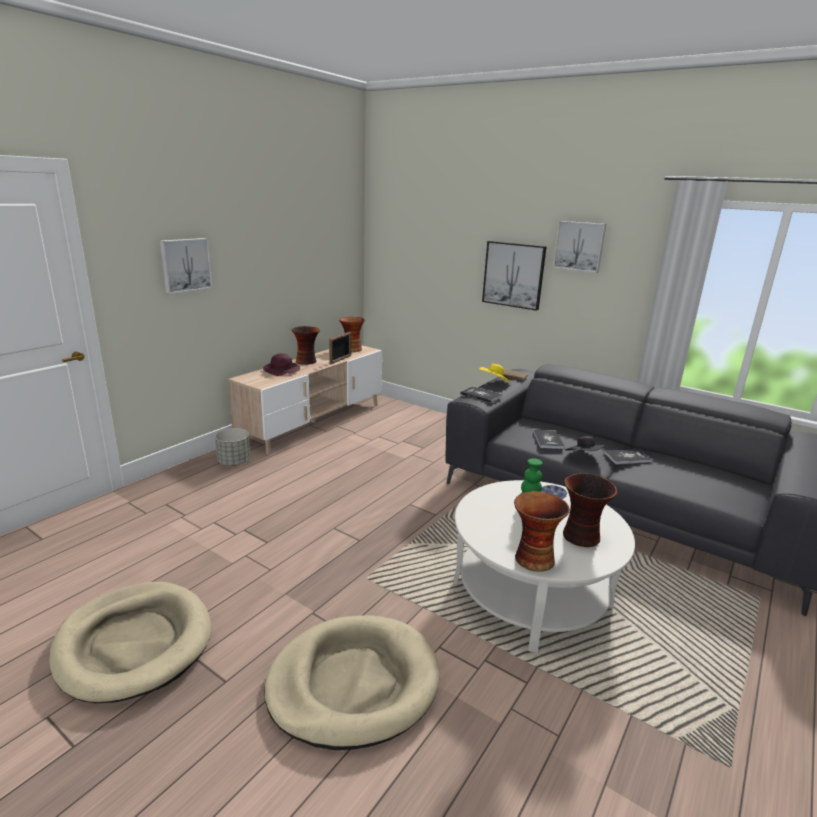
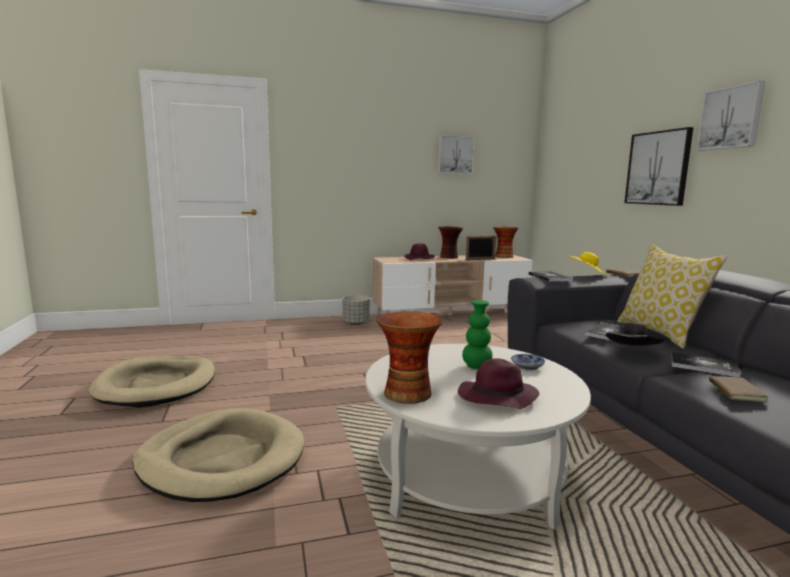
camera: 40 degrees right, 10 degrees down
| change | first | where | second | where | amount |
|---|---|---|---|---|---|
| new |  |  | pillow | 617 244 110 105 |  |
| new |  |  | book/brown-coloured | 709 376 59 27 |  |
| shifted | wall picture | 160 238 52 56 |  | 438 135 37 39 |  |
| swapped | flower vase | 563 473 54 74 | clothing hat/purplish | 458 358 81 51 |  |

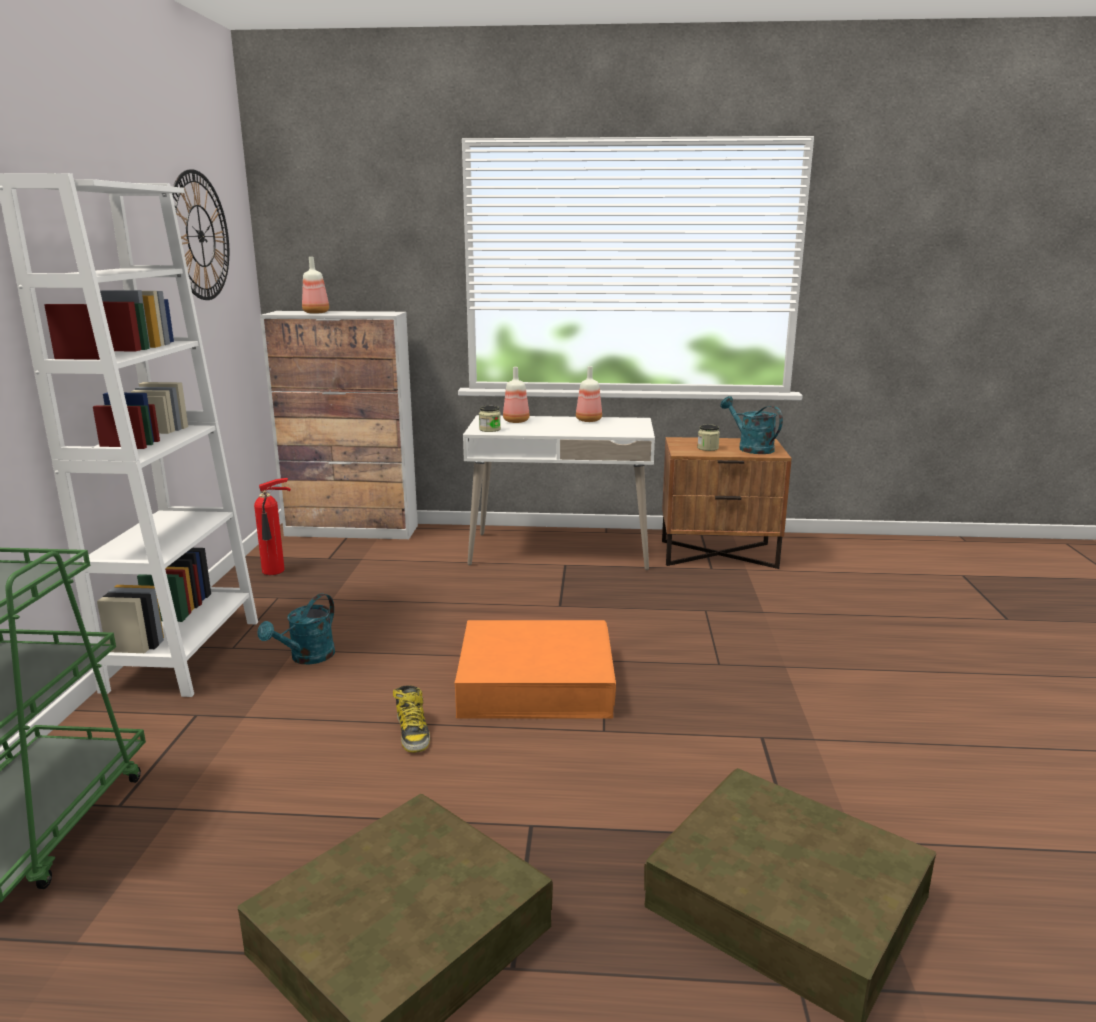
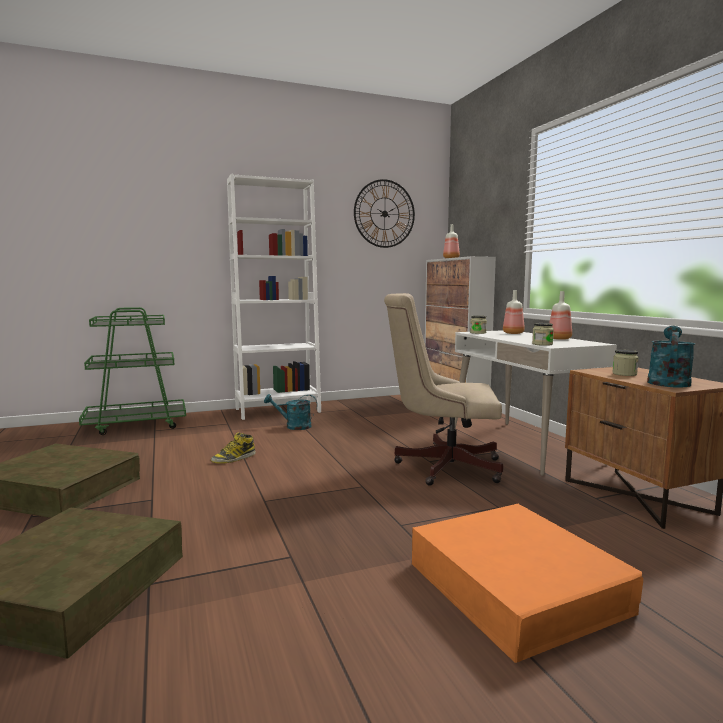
camera: 65 degrees right, 10 degrees down
| change | first | where | second | where | amount |
|---|---|---|---|---|---|
| gone | fire-fighting cylinder | 254 478 37 97 |  |  |  |
| new |  |  | computer chair/sand-coloured | 384 293 119 193 |  |
| new |  |  | storage jar | 532 323 22 23 |  |
| shifted | storage box/orange-coloured | 454 620 162 99 |  | 412 504 231 159 |  |

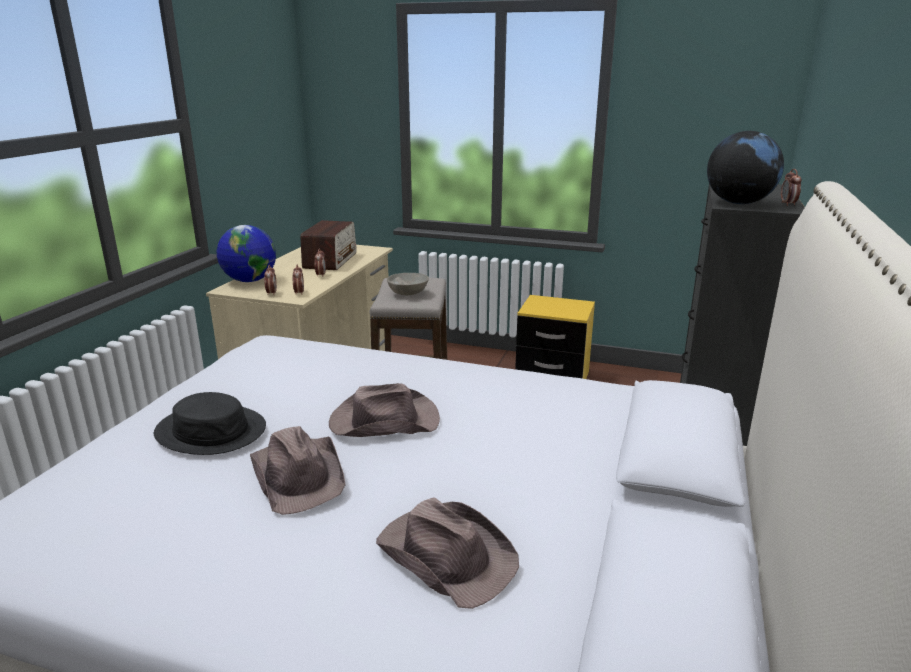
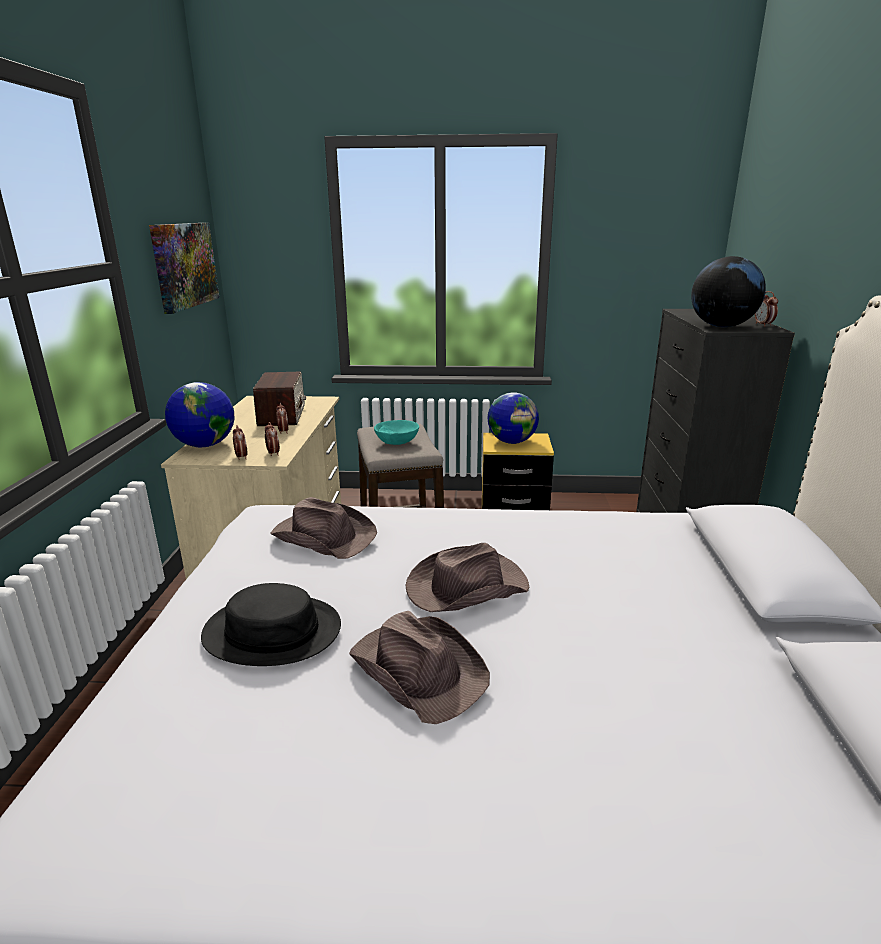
camera: 15 degrees left, 0 degrees up
| change | first | where | second | where | amount |
|---|---|---|---|---|---|
| new |  |  | wall picture | 149 223 70 91 |  |
| new |  |  | world globe | 488 392 51 52 |  |
| shifted | clothing hat/brown-coloured | 376 497 143 112 |  | 271 497 106 62 |  |
| repainted | deep dish/grey | 387 273 42 22 | deep dish/turquoise | 374 420 45 25 |  |

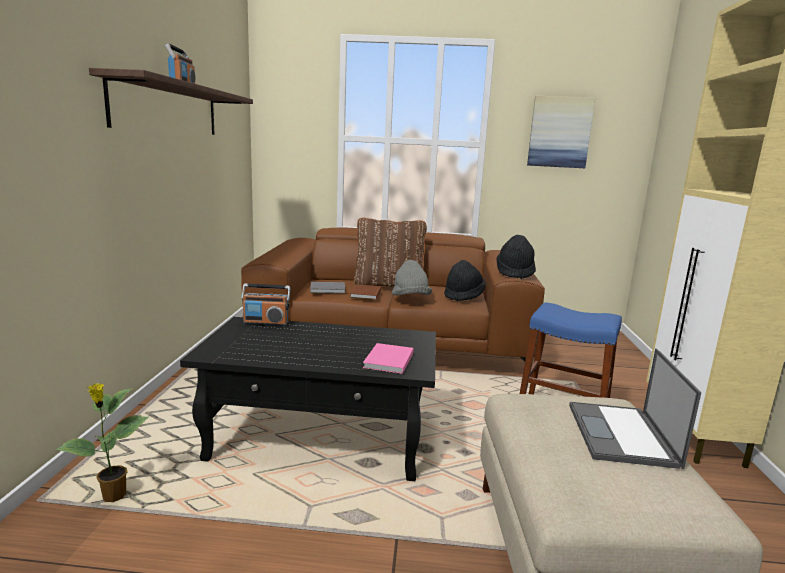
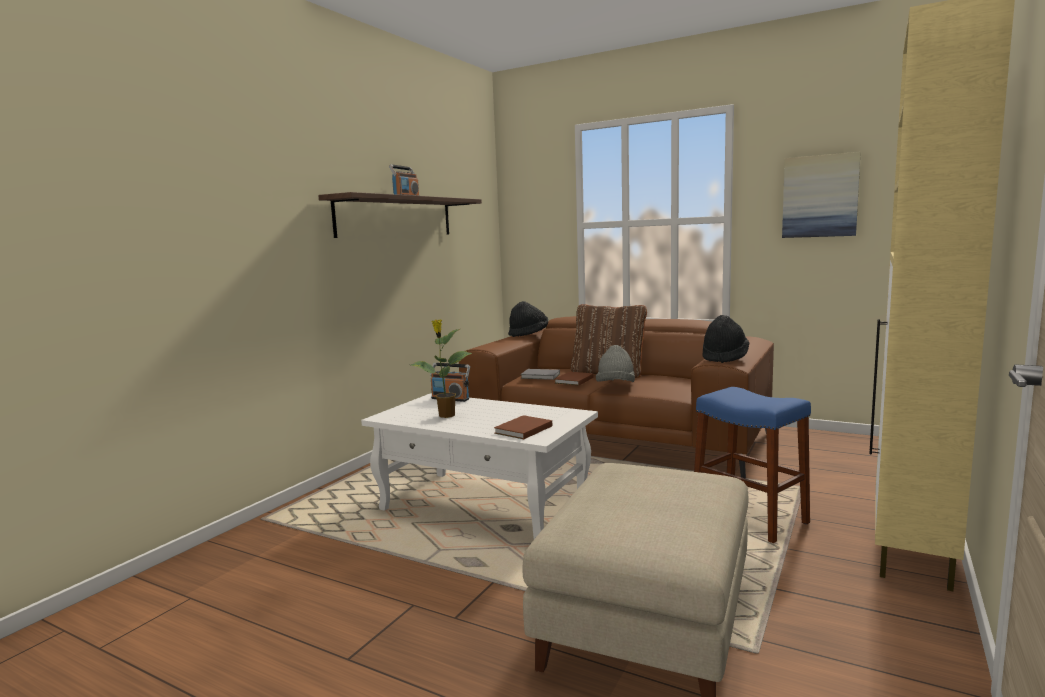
camera: 25 degrees right, 5 degrees down
| change | first | where | second | where | amount |
|---|---|---|---|---|---|
| gone | notebook computer | 569 348 132 121 |  |  |  |
| shifted | potted plant | 55 383 94 119 |  | 411 320 61 98 |  |
| shifted | clothing hat/black-coloured | 444 260 42 41 |  | 508 301 40 36 |  |
| repainted | lounge table/black-coloured | 180 317 256 164 | lounge table/white-coloured | 361 393 237 146 |  |
| repainted | book/pinkish | 363 343 50 31 | book/brown-coloured | 494 415 58 24 |  |

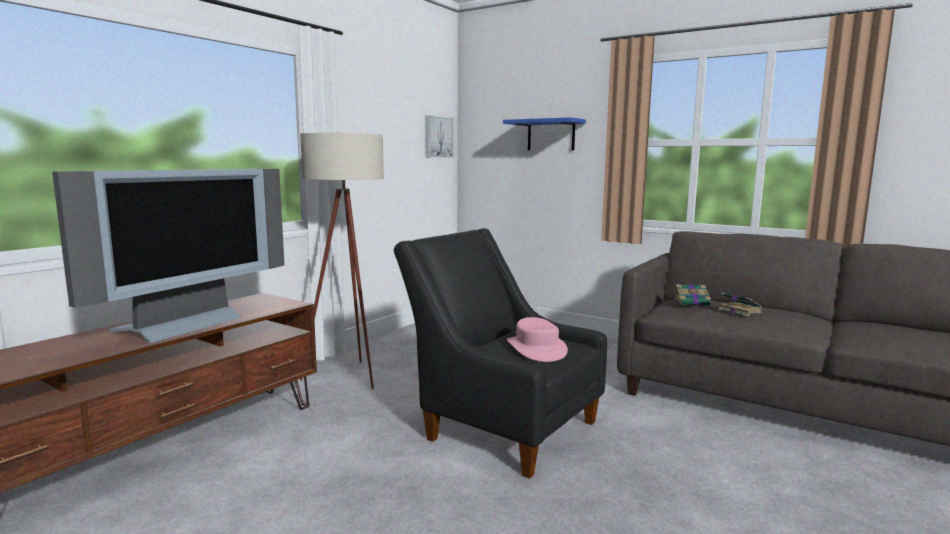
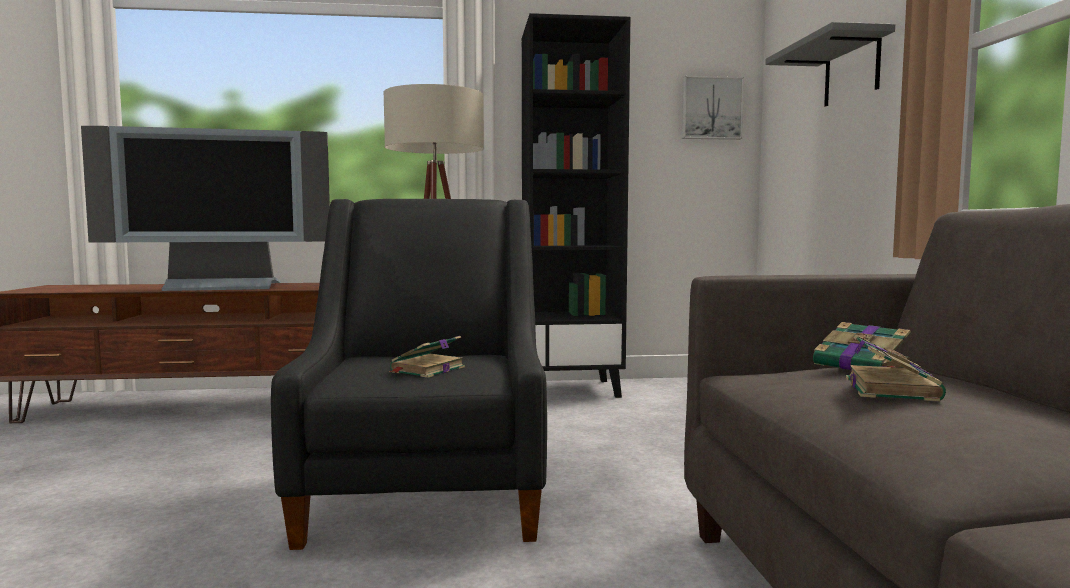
camera: 50 degrees right, 5 degrees down
| change | first | where | second | where | amount |
|---|---|---|---|---|---|
| new |  |  | bookcase/black-coloured | 522 13 108 385 |  |
| swapped | clothing hat/pinkish | 507 317 61 45 | book | 389 336 76 42 |  |
| repainted | shelf/blue | 503 117 83 34 | shelf/grey | 765 22 130 84 |  |

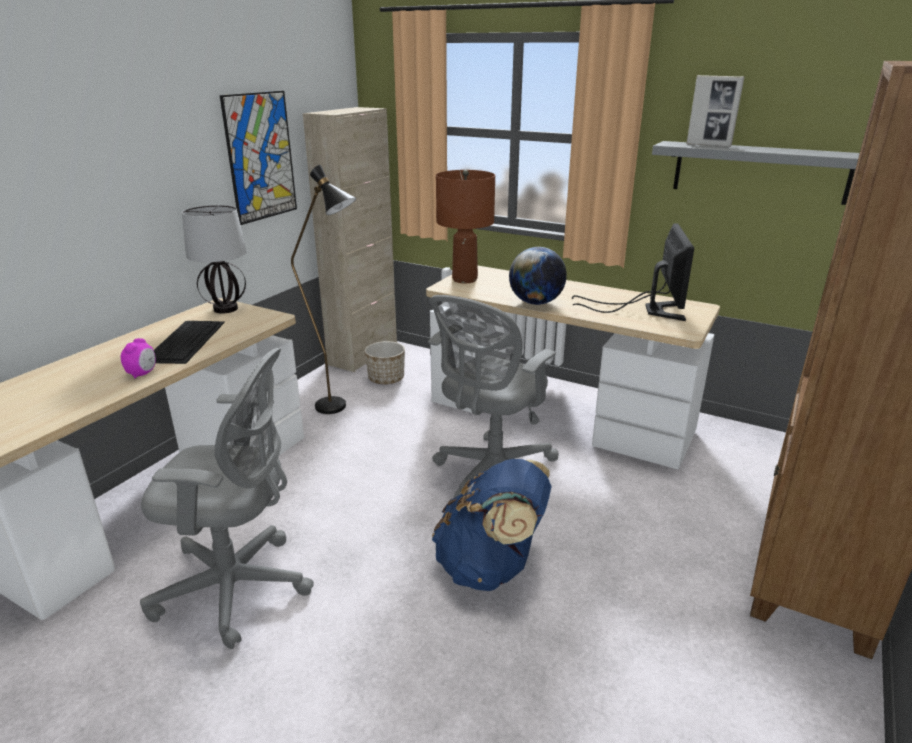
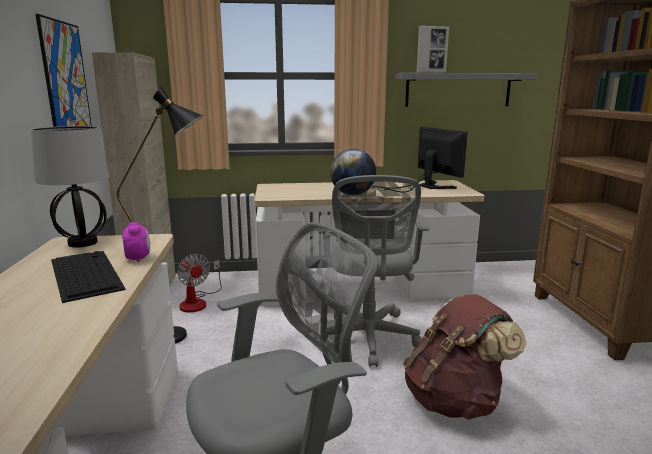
camera: 35 degrees left, 10 degrees down
| change | first | where | second | where | amount |
|---|---|---|---|---|---|
| gone | table lamp/brown-coloured | 436 170 59 113 |  |  |  |
| shifted | alarm clock | 121 338 35 41 |  | 122 222 28 40 |  |
| swapped | flower pot | 365 341 40 43 | cooling fan | 177 254 45 59 |  |
| repainted | backpack/blue | 432 459 120 132 | backpack/brown-coloured | 403 294 124 126 |  |

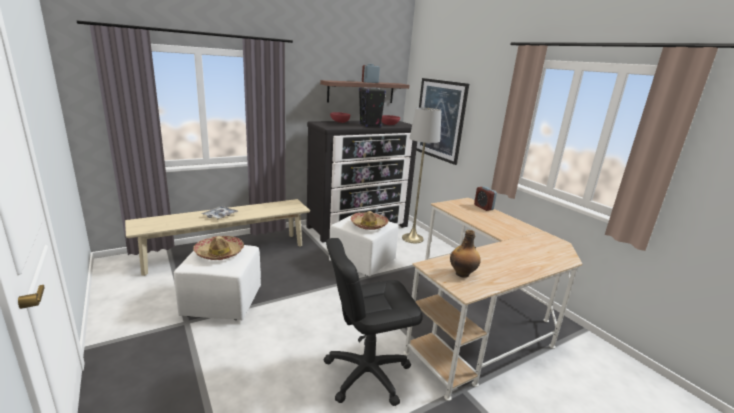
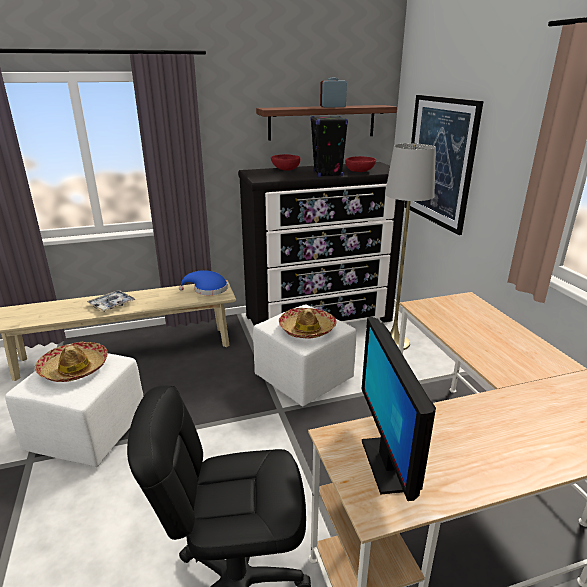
camera: 15 degrees right, 5 degrees up
| change | first | where | second | where | amount |
|---|---|---|---|---|---|
| gone | alarm clock | 474 187 23 24 |  |  |  |
| new |  |  | clothing hat/blue | 179 270 49 25 |  |
| swapped | bottle | 450 230 31 48 | monitor | 362 317 74 184 |  |

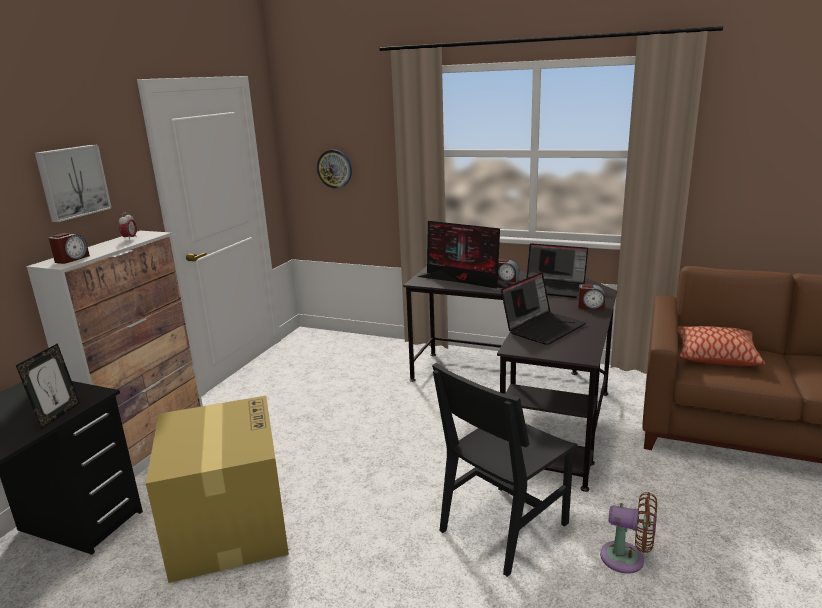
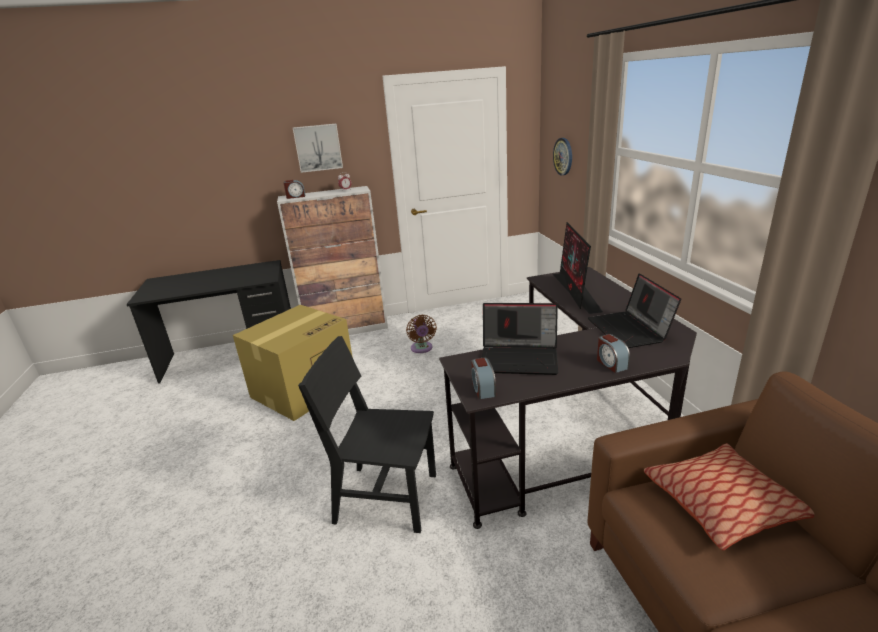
camera: 55 degrees right, 5 degrees up
| change | first | where | second | where | amount |
|---|---|---|---|---|---|
| gone | photo frame | 16 343 64 86 |  |  |  |
| shifted | alarm clock | 498 259 21 23 |  | 471 358 25 41 |  |
| shifted | cooling fan/brown-coloured | 600 492 57 82 |  | 406 315 31 38 |  |

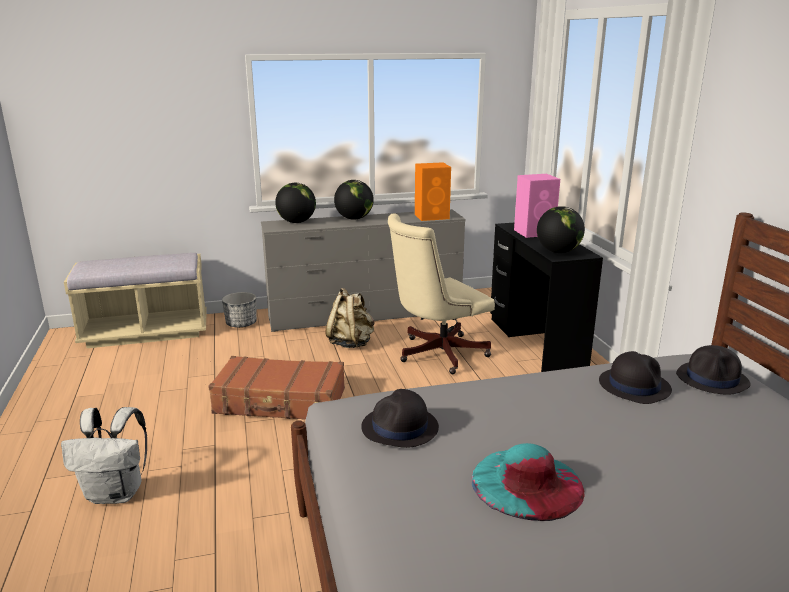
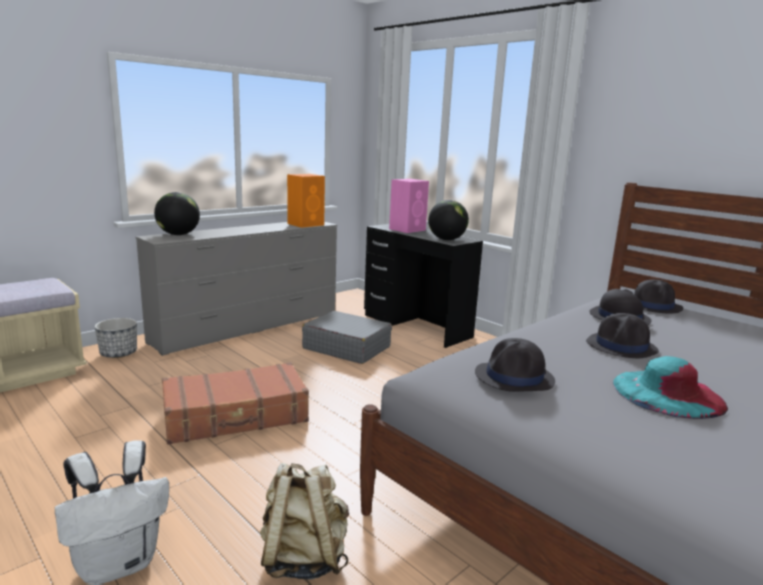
camera: 30 degrees left, 5 degrees down
| change | first | where | second | where | amount |
|---|---|---|---|---|---|
| gone | world globe | 334 180 40 40 |  |  |  |
| new |  |  | clothing hat/black-coloured | 586 313 73 45 |  |
| shifted | backpack/sand-coloured | 325 288 49 60 |  | 260 463 89 117 |  |
| swapped | computer chair/sand-coloured | 388 213 107 161 | travel case/grey | 302 311 90 53 |  |

